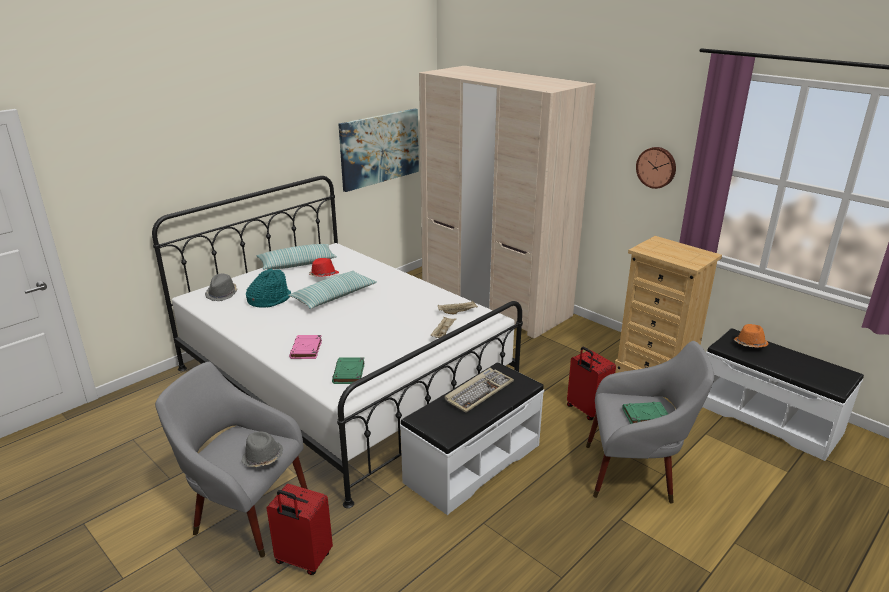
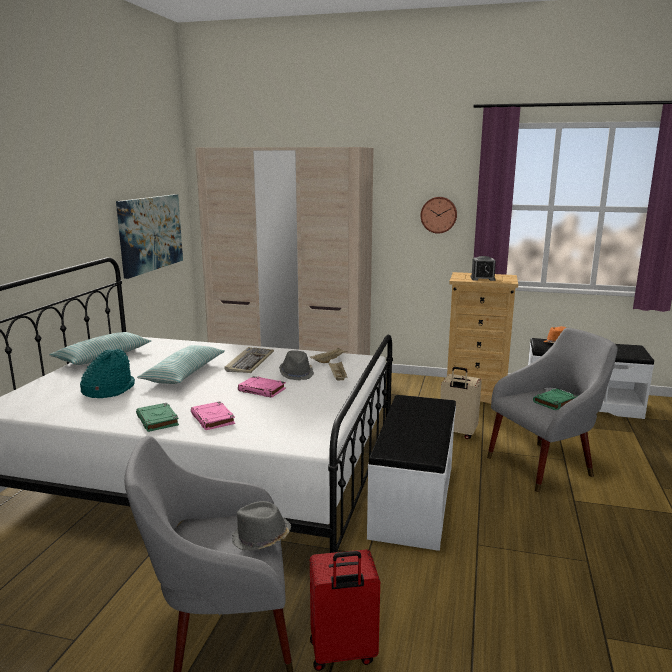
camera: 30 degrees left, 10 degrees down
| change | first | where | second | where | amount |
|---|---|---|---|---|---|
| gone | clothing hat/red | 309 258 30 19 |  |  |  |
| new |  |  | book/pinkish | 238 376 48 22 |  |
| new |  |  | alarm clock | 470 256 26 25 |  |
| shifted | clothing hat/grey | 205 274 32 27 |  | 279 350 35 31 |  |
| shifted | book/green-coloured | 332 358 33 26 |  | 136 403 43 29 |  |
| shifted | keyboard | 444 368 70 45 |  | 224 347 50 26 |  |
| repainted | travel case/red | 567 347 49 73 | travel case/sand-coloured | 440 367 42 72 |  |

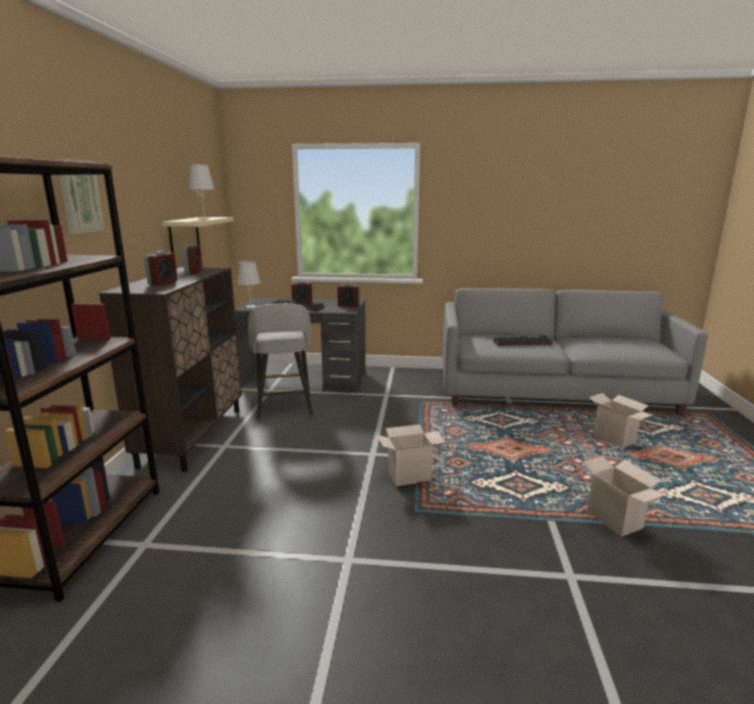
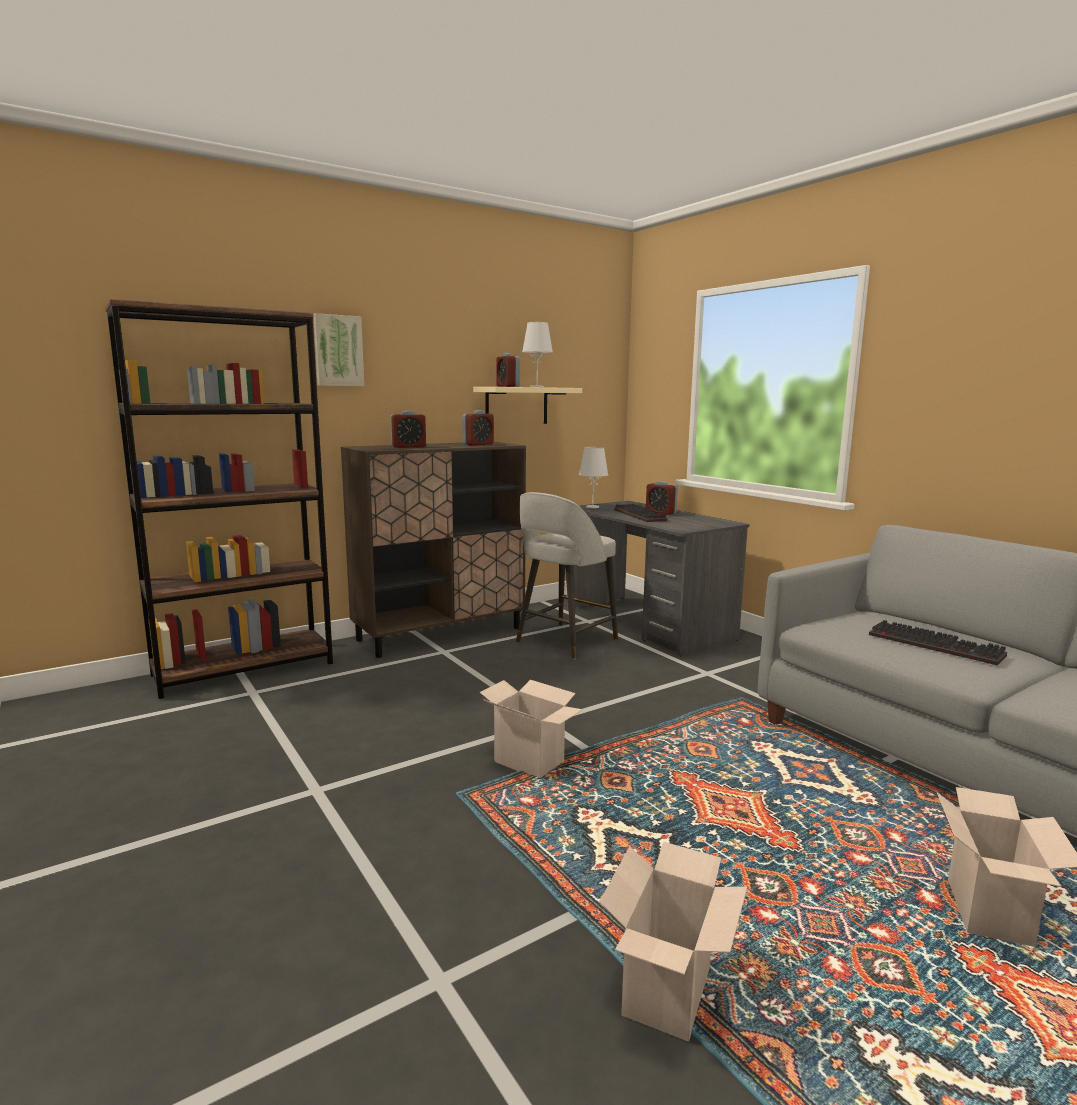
camera: 50 degrees right, 5 degrees down
| change | first | where | second | where | amount |
|---|---|---|---|---|---|
| shifted | alarm clock | 337 283 23 24 |  | 496 353 24 34 |  |

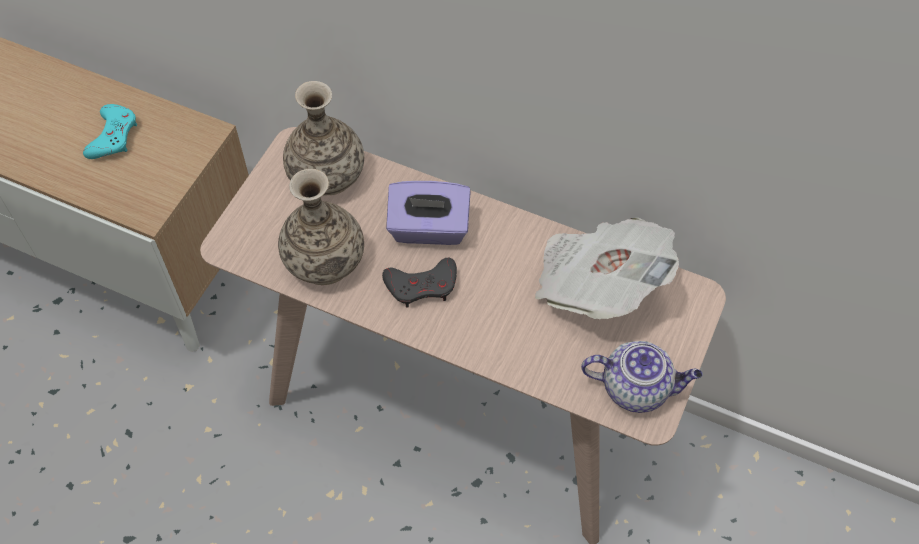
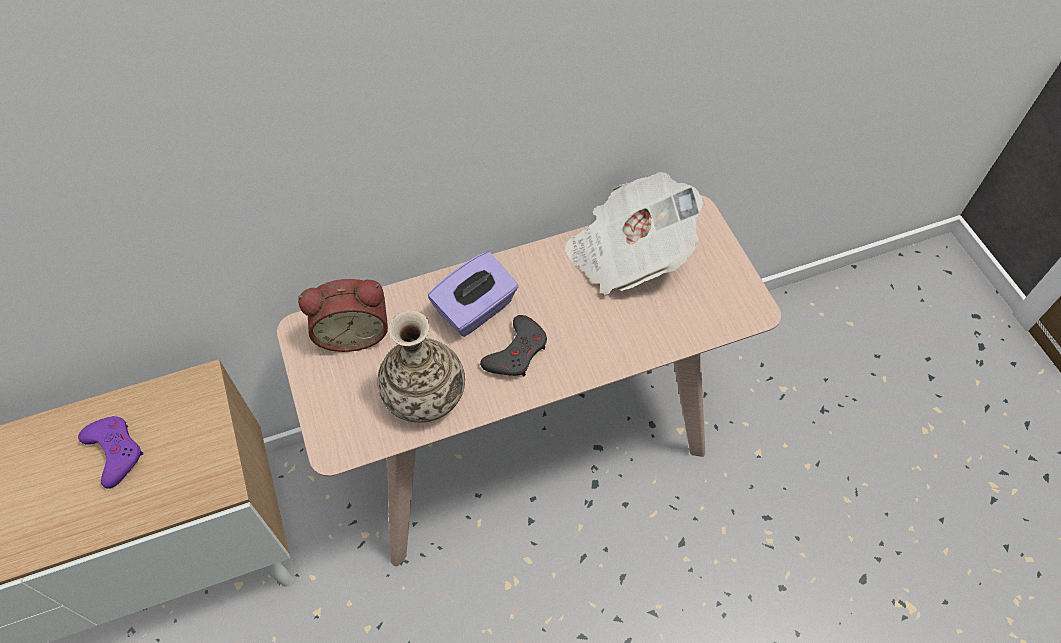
camera: 45 degrees left, 0 degrees up
| change | first | where | second | where | amount |
|---|---|---|---|---|---|
| gone | teapot | 581 341 122 72 |  |  |  |
| swapped | flower vase | 283 81 81 115 | alarm clock | 298 279 90 73 |  |
| repainted | joypad/turquoise | 83 104 54 55 | joypad/purplish | 78 416 65 73 |  |

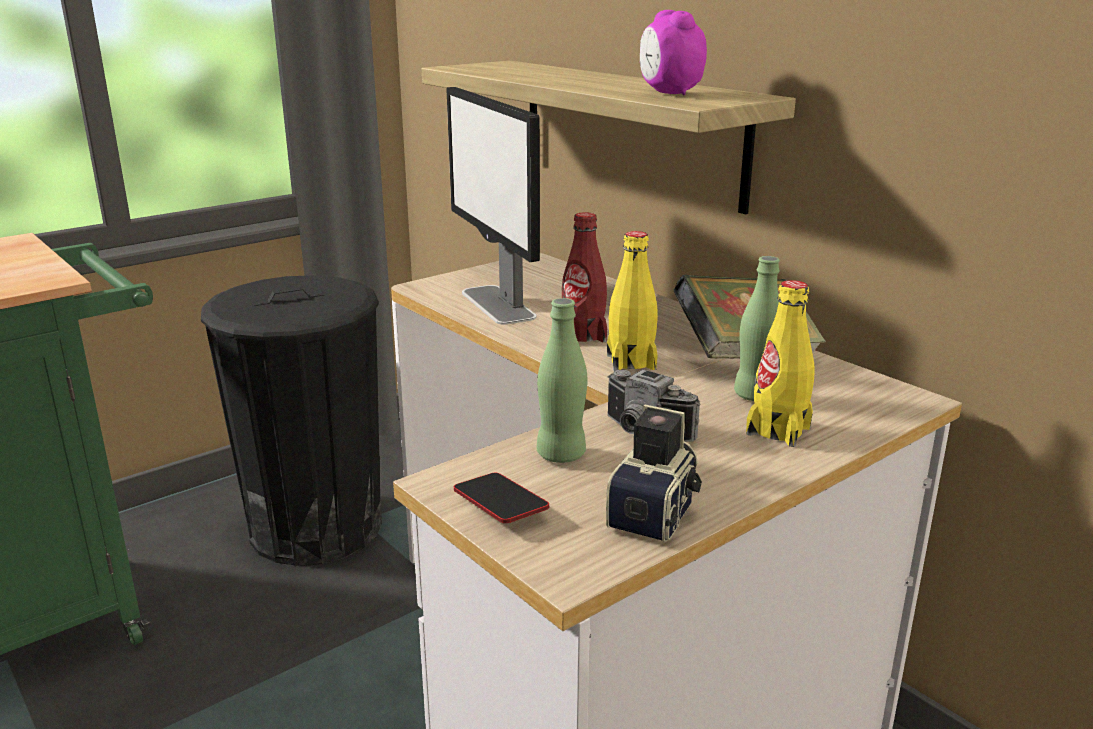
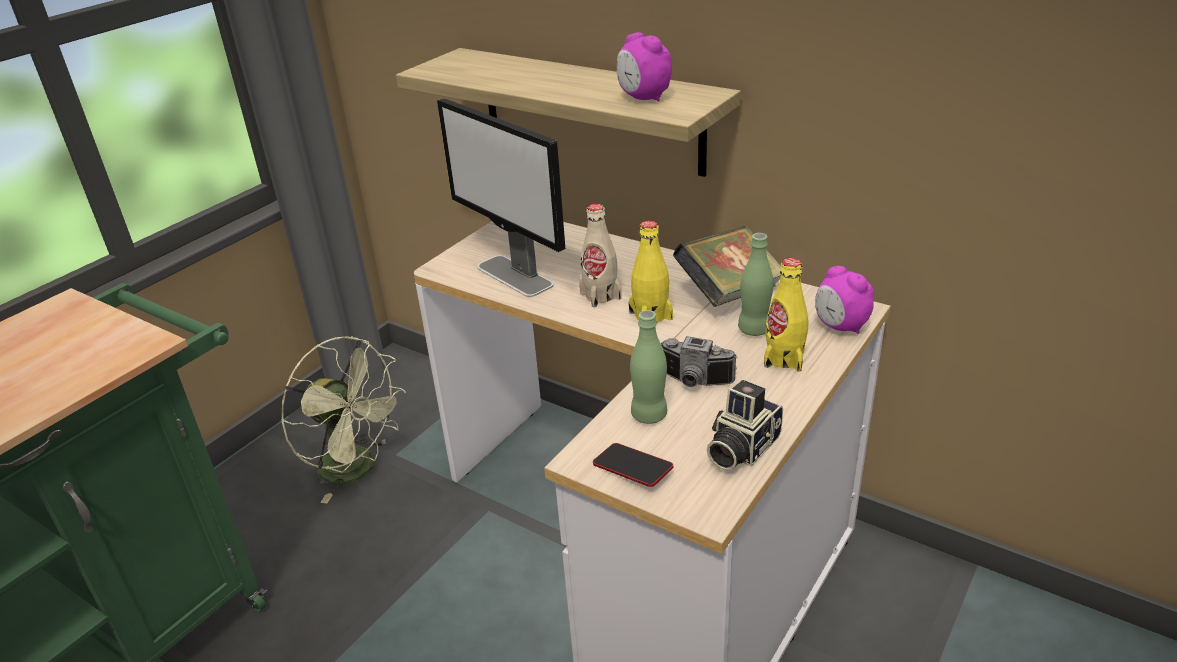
camera: 15 degrees left, 10 degrees up
| change | first | where | second | where | amount |
|---|---|---|---|---|---|
| new |  |  | alarm clock | 815 266 59 68 |  |
| swapped | waste bin/black-coloured | 201 275 181 291 | cooling fan/green-coloured | 281 336 125 167 |  |
| repainted | bottle/red | 562 212 45 130 | bottle/sand-coloured | 579 204 42 103 |  |
| rotated | photo camera | 606 405 96 137 |  | 707 380 76 90 | 150 degrees counterclockwise |

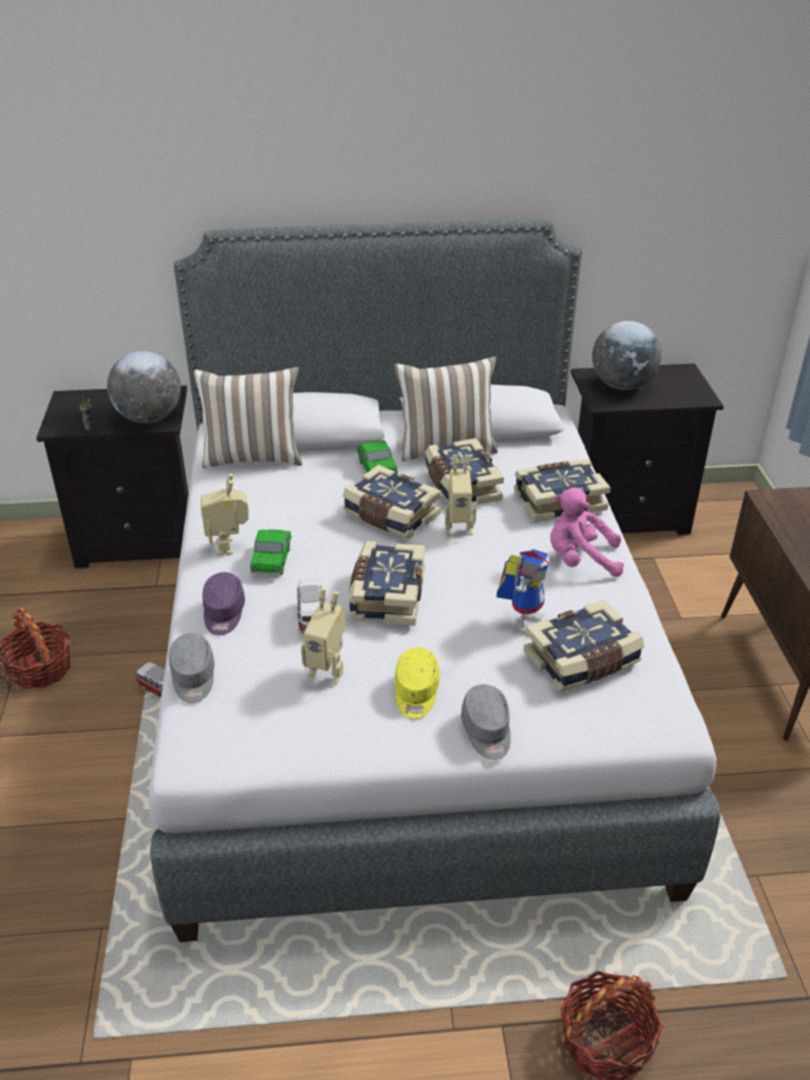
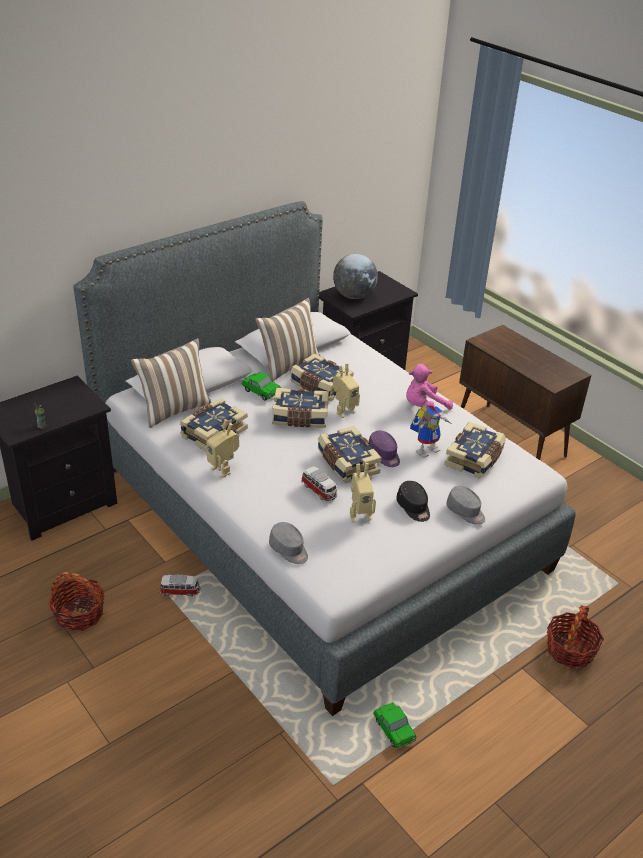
camera: 35 degrees left, 0 degrees up
| change | first | where | second | where | amount |
|---|---|---|---|---|---|
| gone | world globe | 107 351 74 72 |  |  |  |
| shifted | cap/purplish | 202 572 43 63 |  | 369 431 31 36 |  |
| shifted | model car | 250 529 41 45 |  | 373 702 43 47 |  |
| shifted | book | 514 459 97 64 |  | 180 398 68 54 |  |
| repainted | cap/yellow-coloured | 395 647 45 72 | cap/black-coloured | 396 481 34 41 |  |
| rotated | model robot | 497 549 53 86 |  | 410 405 40 53 | 60 degrees clockwise |

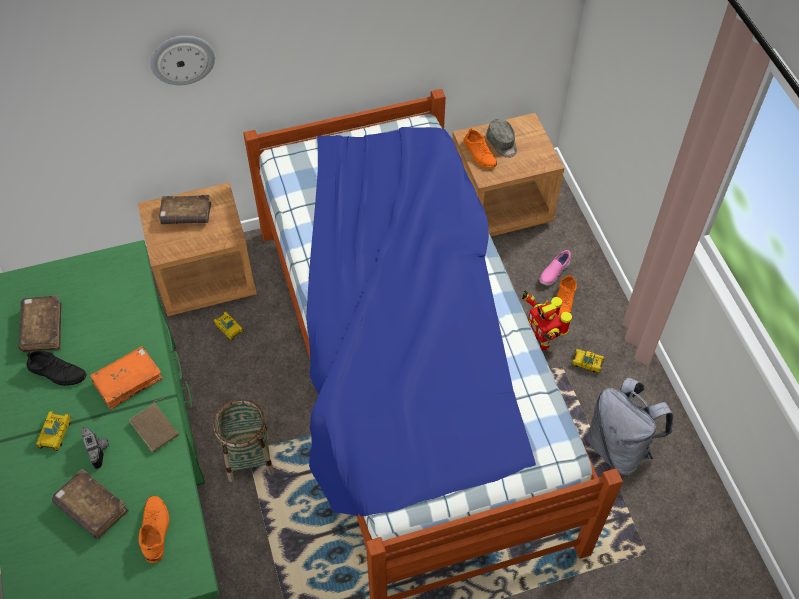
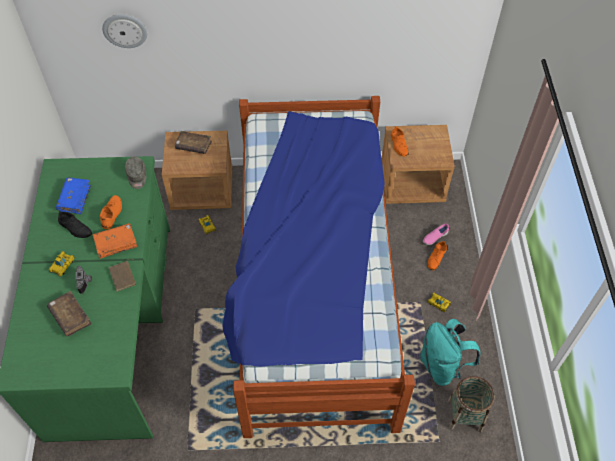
camera: 15 degrees right, 0 degrees up
| change | first | where | second | where | amount |
|---|---|---|---|---|---|
| gone | model robot | 522 290 50 61 |  |  |  |
| shifted | item of footwear/orange-coloured | 139 496 30 67 |  | 100 195 22 34 |  |
| shifted | clock on the wall | 150 36 65 49 |  | 102 14 45 34 |  |
| shifted | household basket | 214 399 61 83 |  | 448 376 47 56 |  |
| shifted | cap/grey | 486 119 31 39 |  | 125 157 21 32 |  |
| repainted | book/brown-coloured | 18 295 44 57 | book/blue | 56 177 35 37 |  |
| repainted | backpack/grey | 586 378 88 97 | backpack/turquoise | 420 319 61 67 |  |

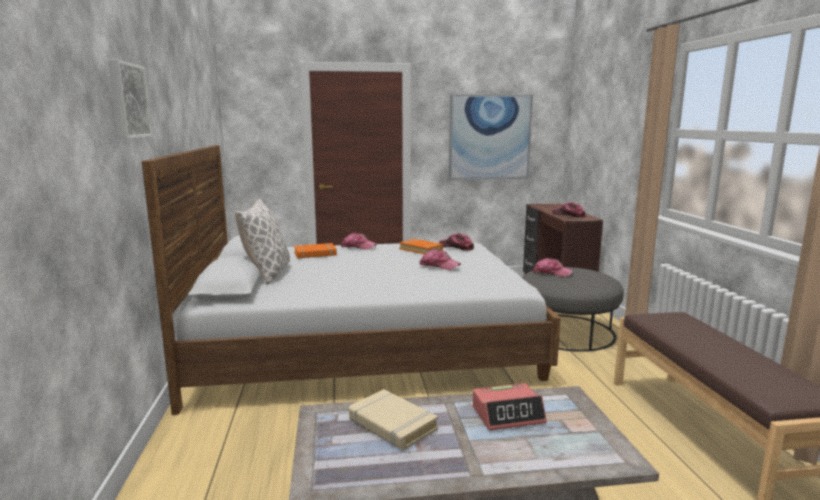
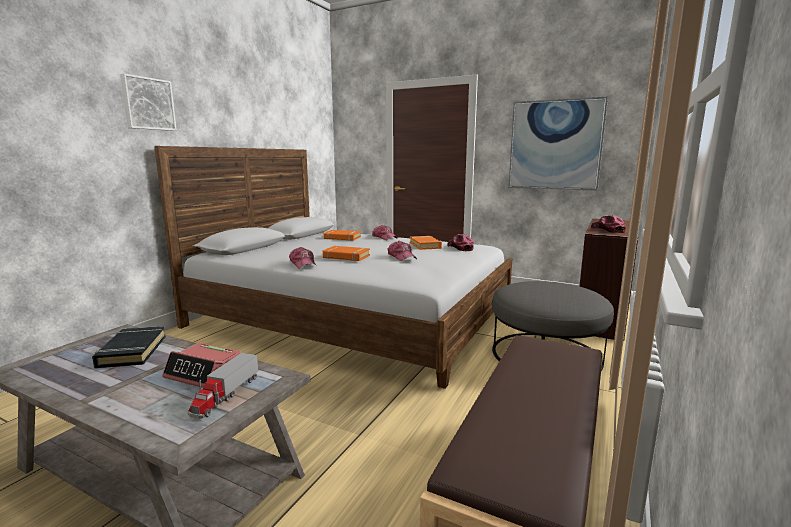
camera: 35 degrees right, 0 degrees up
| change | first | where | second | where | amount |
|---|---|---|---|---|---|
| gone | pillow | 235 200 55 85 |  |  |  |
| new |  |  | toy truck | 187 353 71 66 |  |
| new |  |  | book/orange-coloured | 323 246 47 15 |  |
| shifted | cap | 533 258 40 19 |  | 289 247 27 22 |  |
| repainted | book/sand-coloured | 349 389 89 62 | book/black-coloured | 92 326 74 42 |  |

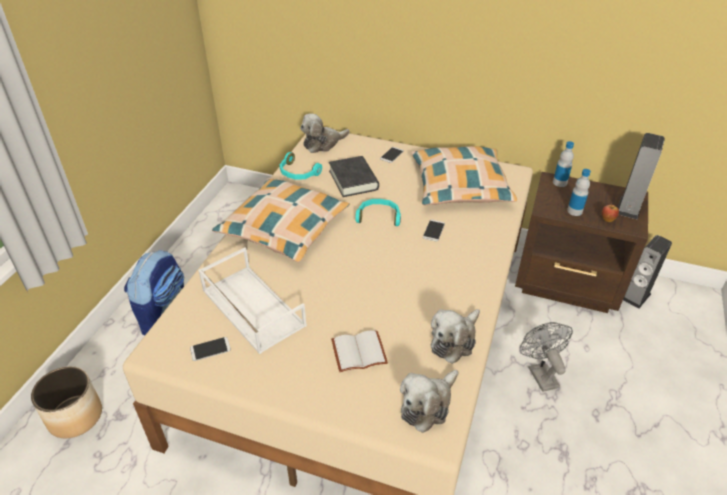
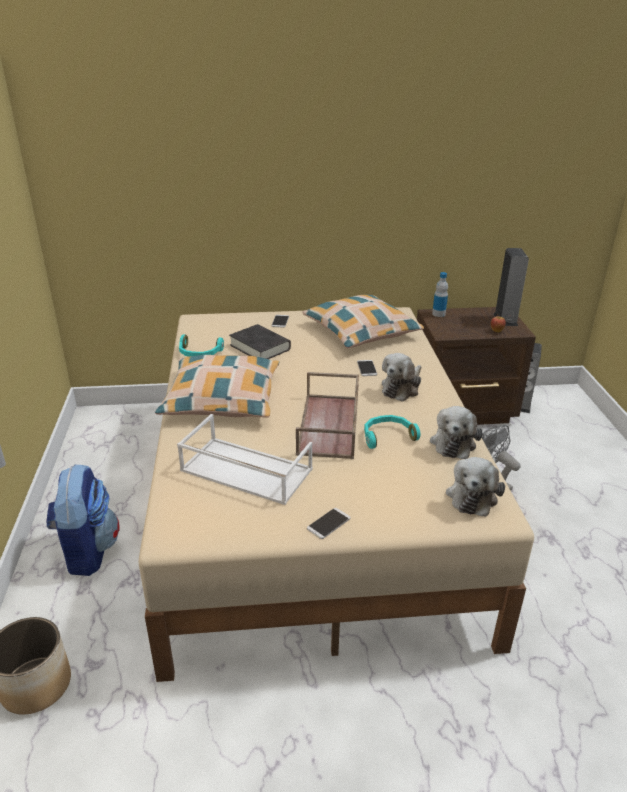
camera: 25 degrees left, 10 degrees down
| change | first | where | second | where | amount |
|---|---|---|---|---|---|
| gone | book/white-coloured | 331 331 57 41 |  |  |  |
| gone | bottle | 567 169 24 47 |  |  |  |
| new |  |  | tray/brown-coloured | 296 372 63 87 |  |
| shifted | telephone | 190 337 41 24 |  | 307 508 43 31 |  |
| shifted | cuddly toy | 300 114 50 39 |  | 382 353 39 49 |  |
| shifted | headset/turquoise | 355 199 46 27 |  | 364 415 56 34 |  |

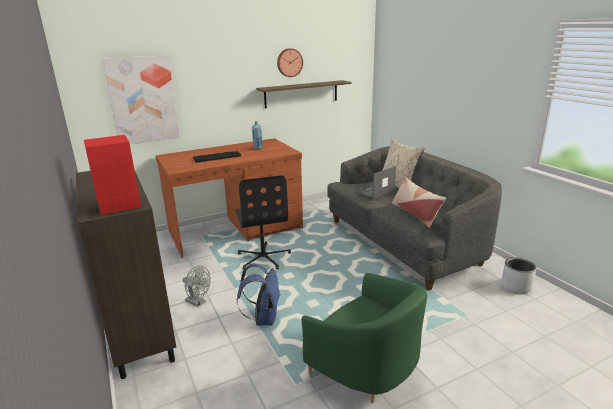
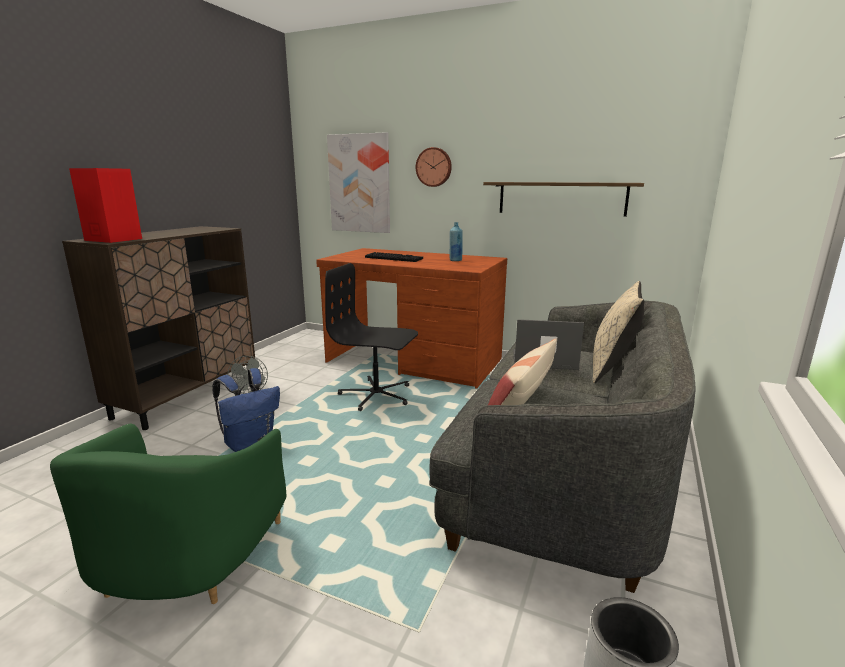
camera: 50 degrees right, 5 degrees down
| change | first | where | second | where | amount |
|---|---|---|---|---|---|
| shifted | clock on the wall | 277 48 26 29 |  | 416 147 36 40 |  |
| rotated | computer chair/black-coloured | 235 175 56 94 |  | 325 263 93 148 | 75 degrees clockwise |

